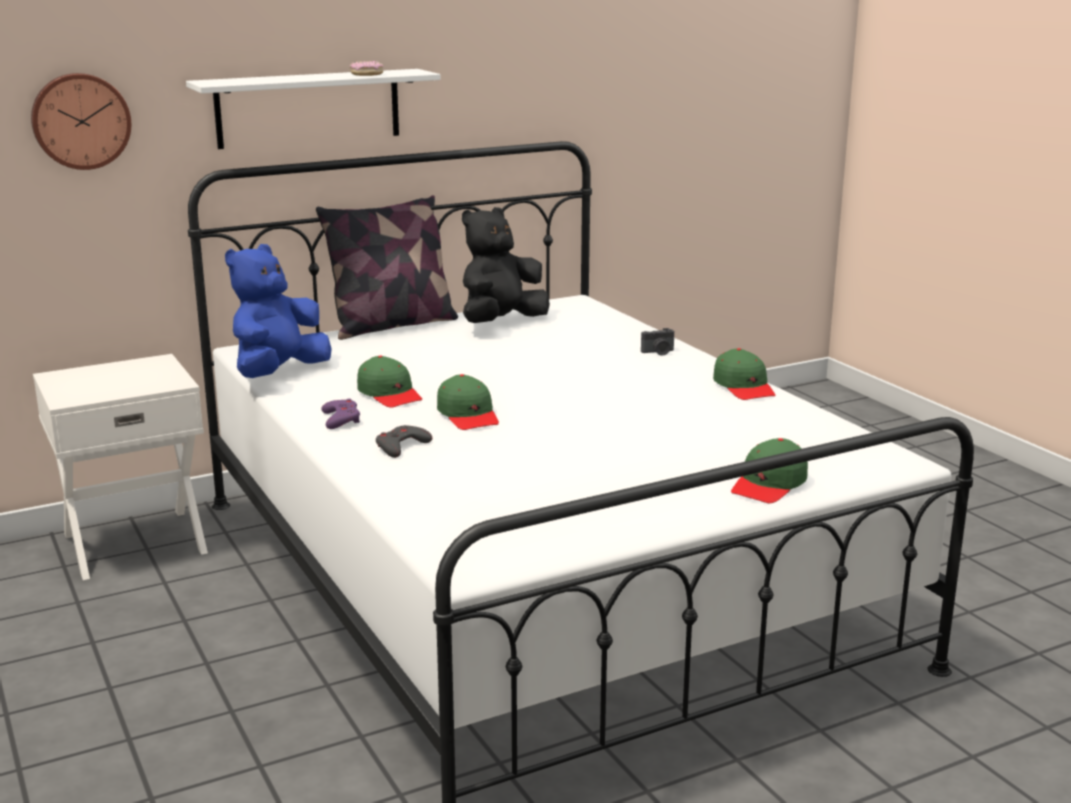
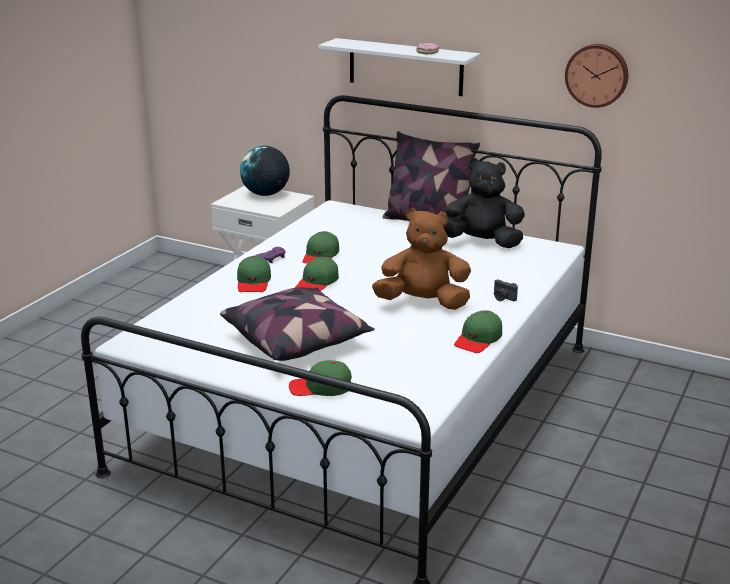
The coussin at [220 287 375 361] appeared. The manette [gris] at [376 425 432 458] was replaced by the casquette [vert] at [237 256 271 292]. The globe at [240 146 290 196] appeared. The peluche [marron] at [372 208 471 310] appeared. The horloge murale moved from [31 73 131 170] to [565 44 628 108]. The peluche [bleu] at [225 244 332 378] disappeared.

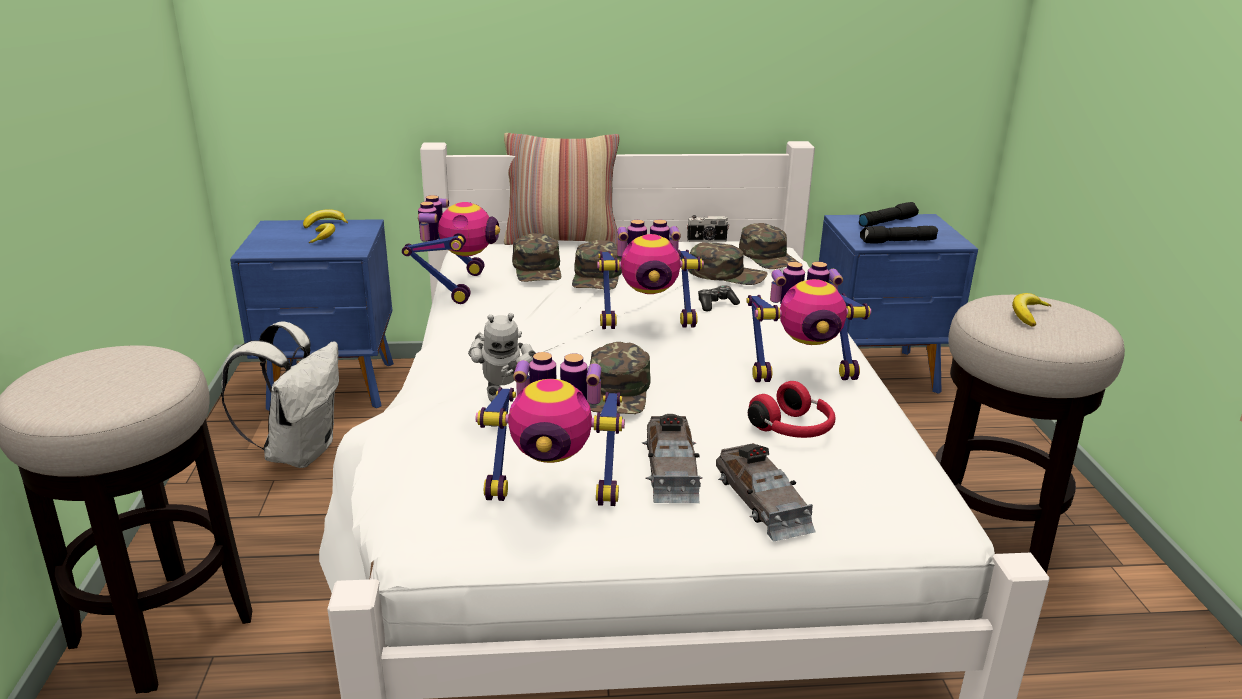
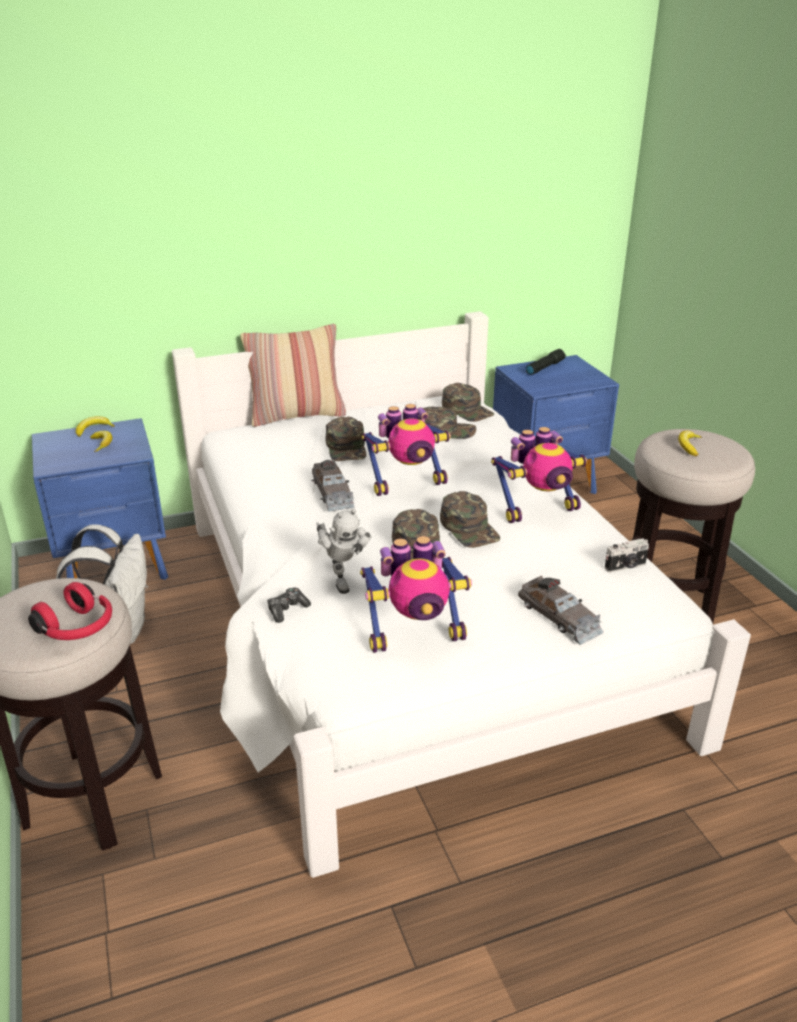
The casque audio [rouge] moved from [748 381 836 438] to [28 582 112 640]. The manette moved from [698 285 740 312] to [267 588 311 623]. The petite voiture [gris] moved from [642 414 702 503] to [311 460 355 512]. The casquette [vert] moved from [512 233 561 282] to [440 491 500 548]. The appareil photo moved from [687 215 729 242] to [604 538 649 573]. The robot jouet at [402 195 500 304] disappeared. The lampe de poche [noir] at [860 226 938 244] disappeared.

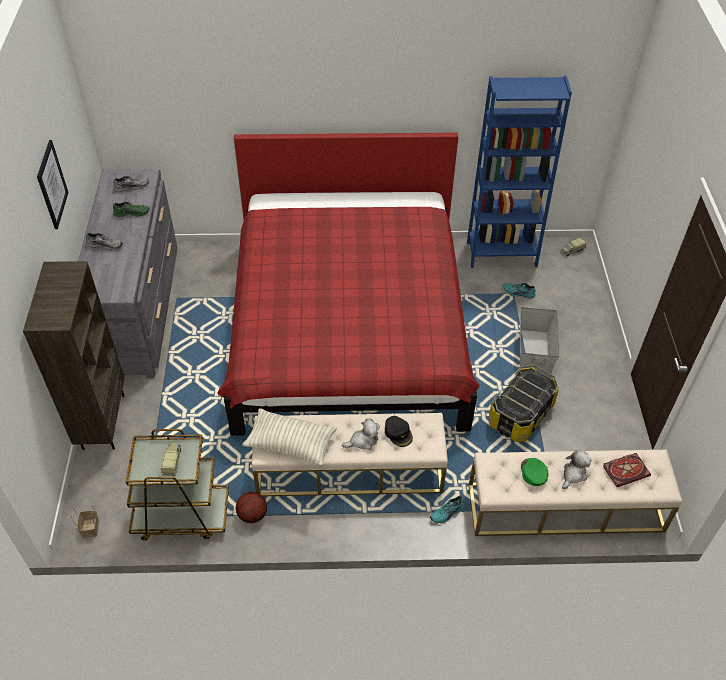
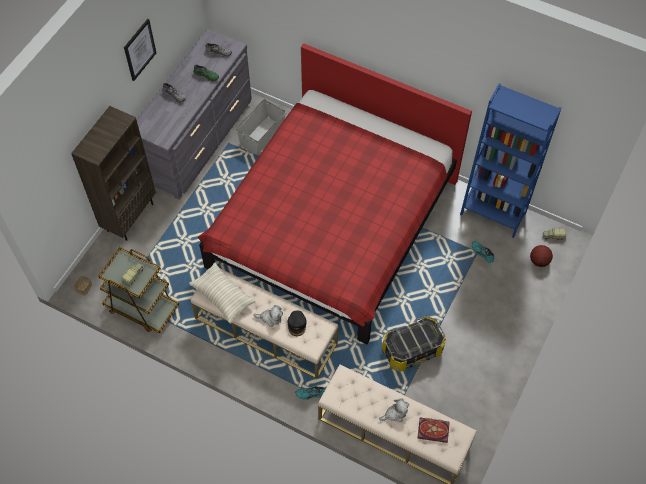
The boîte de rangement [gris] moved from [520 307 560 377] to [236 99 286 155]. The ballon de basket moved from [236 492 267 523] to [530 245 553 267]. The casquette [vert] at [521 458 549 486] disappeared.

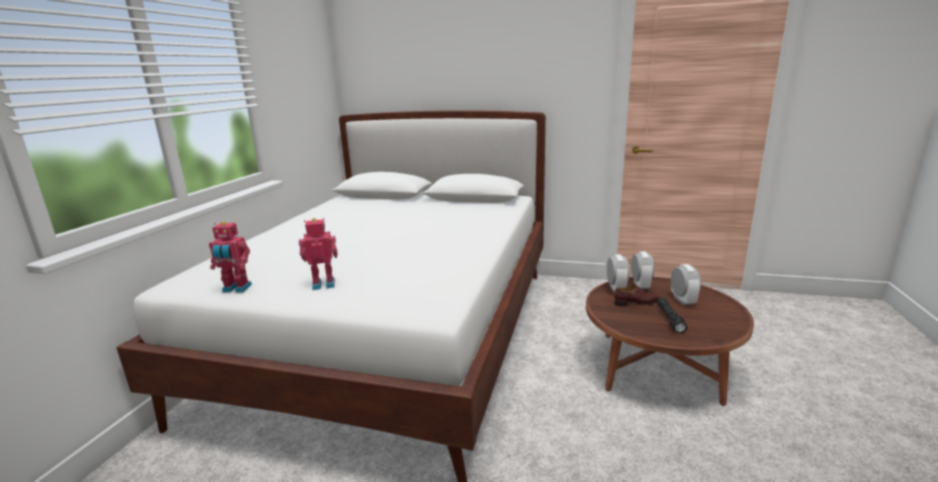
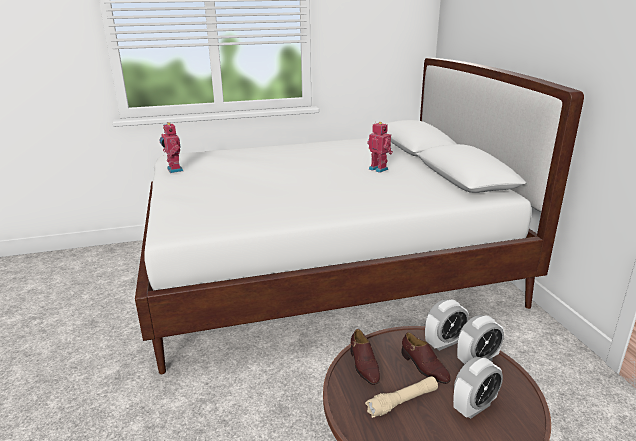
The chaussure [marron] at [350 329 380 385] appeared. The lampe de poche [noir] at [657 297 688 333] became the lampe de poche [beige] at [365 376 438 418]. The robot jouet moved from [299 218 338 290] to [368 121 393 173].

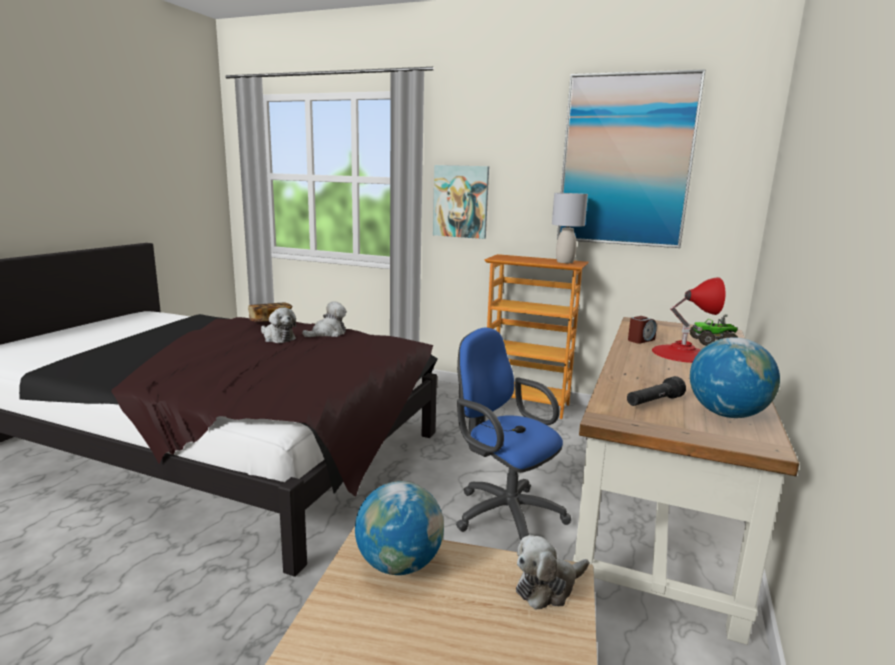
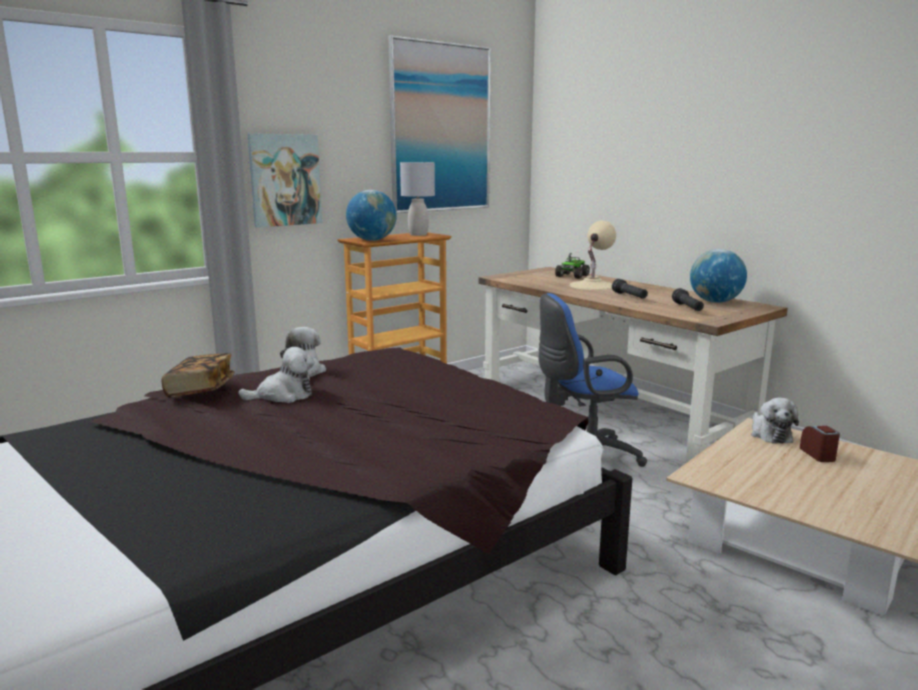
The globe moved from [355 481 444 575] to [346 190 397 241]. The lampe de table [rouge] at [652 277 725 363] became the lampe de table [beige] at [569 221 616 290]. The lampe de poche [noir] at [612 279 648 299] appeared. The réveil moved from [628 316 657 344] to [800 426 840 462].

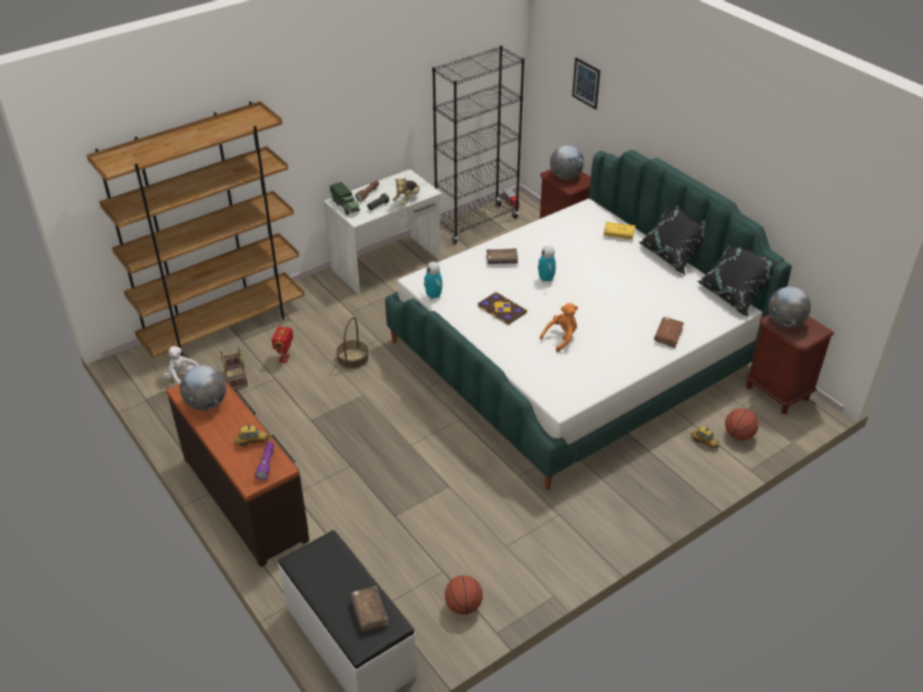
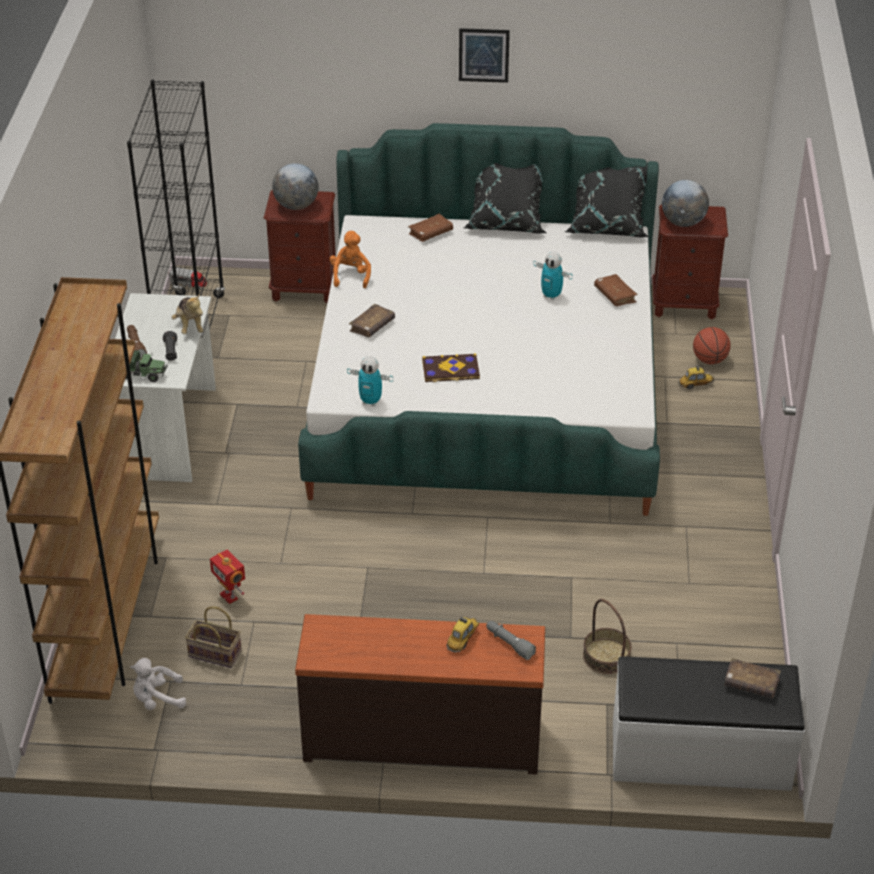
The peluche [orange] moved from [540 303 578 352] to [329 231 371 288]. The livre [jaune] at [604 222 636 239] became the livre [marron] at [408 214 453 242]. The tableau moved from [572 57 600 110] to [459 28 510 83]. The lampe de poche [violet] at [255 442 274 480] became the lampe de poche [gris] at [486 621 536 660]. The robot jouet moved from [538 245 556 283] to [533 252 573 300]. The panier moved from [336 317 369 369] to [583 599 632 674]. The globe at [180 365 226 410] disappeared. The ballon de basket at [445 575 483 615] disappeared.

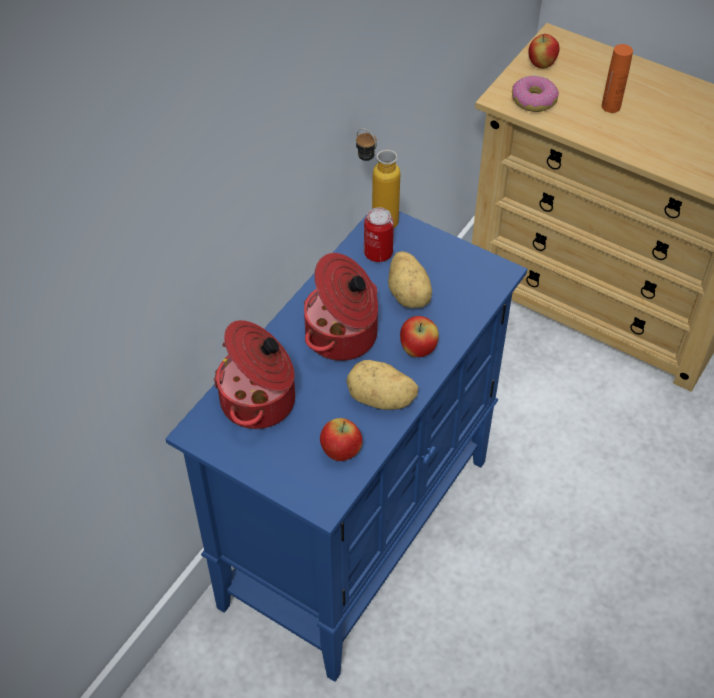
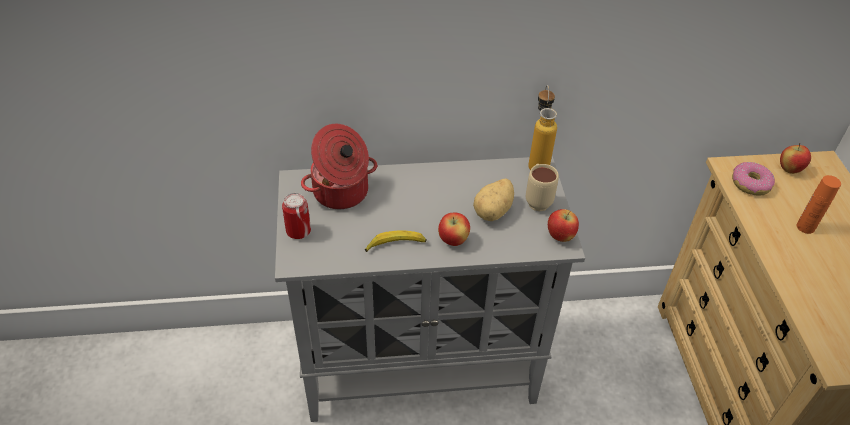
The meuble de rangement [bleu] at [166 211 527 682] became the meuble de rangement [gris] at [275 156 585 422]. The boîte métallique moved from [364 207 394 262] to [282 193 311 239]. The pomme de terre at [346 360 418 410] was replaced by the banane at [365 230 427 252]. The mug [beige] at [526 164 559 211] appeared. The pomme moved from [320 418 363 461] to [548 209 579 242]. The marmite at [304 253 378 361] disappeared.

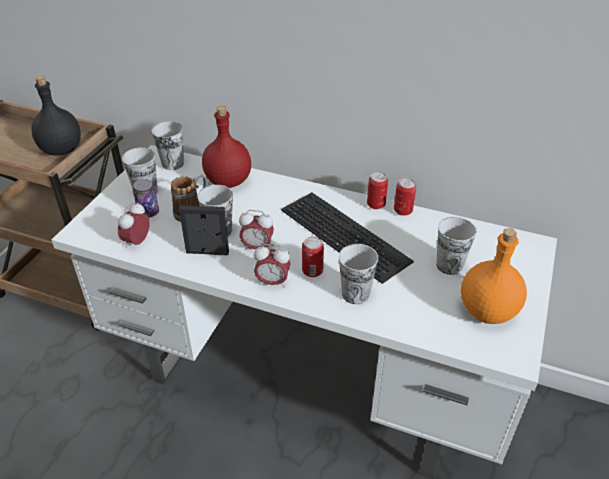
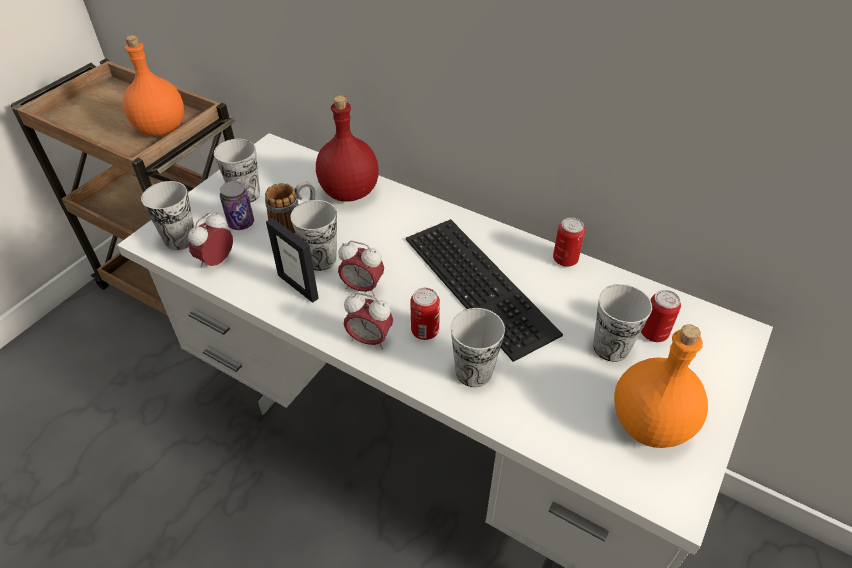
The bouteille [noir] at [32 76 81 156] became the bouteille [orange] at [123 35 184 136]. The tasse moved from [152 121 184 170] to [141 181 194 250]. The cadre photo at [179 206 229 255] turned 150 degrees counterclockwise. The boîte métallique moved from [367 172 388 209] to [641 290 681 342].

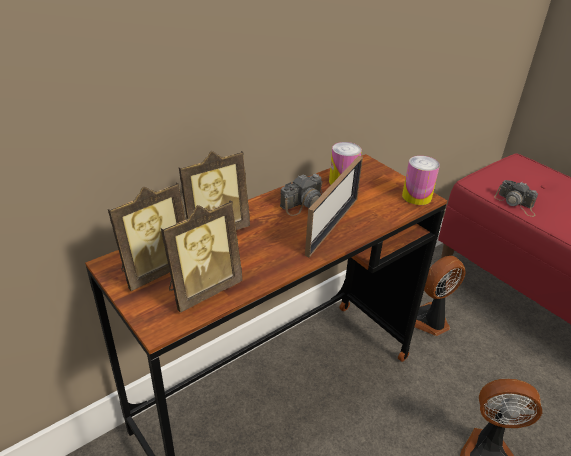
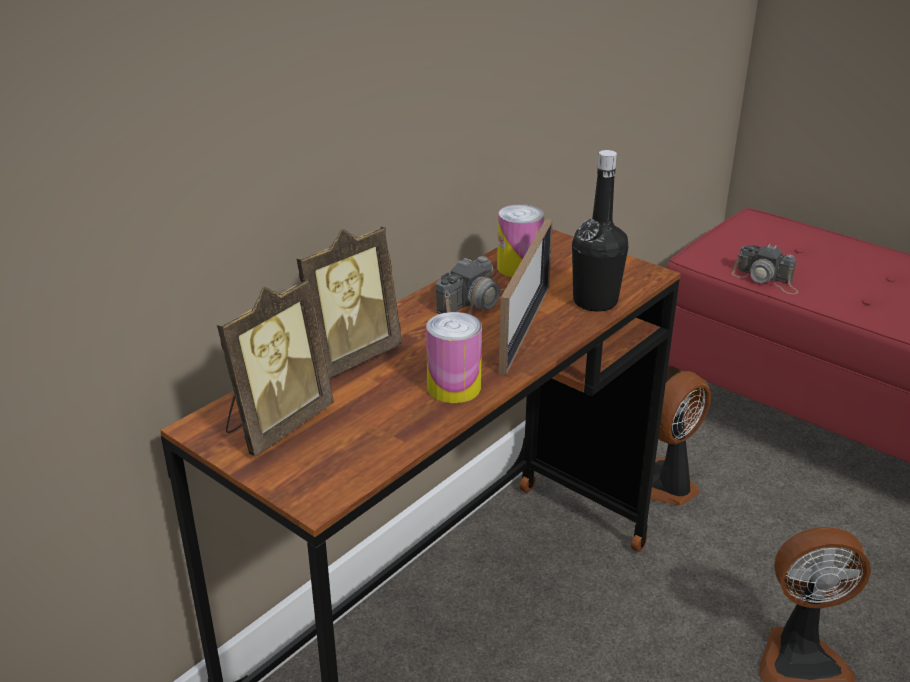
The boîte métallique moved from [402 156 440 205] to [426 312 482 403]. The bouteille [noir] at [572 150 628 312] appeared. The cadre photo at [161 200 243 313] disappeared.

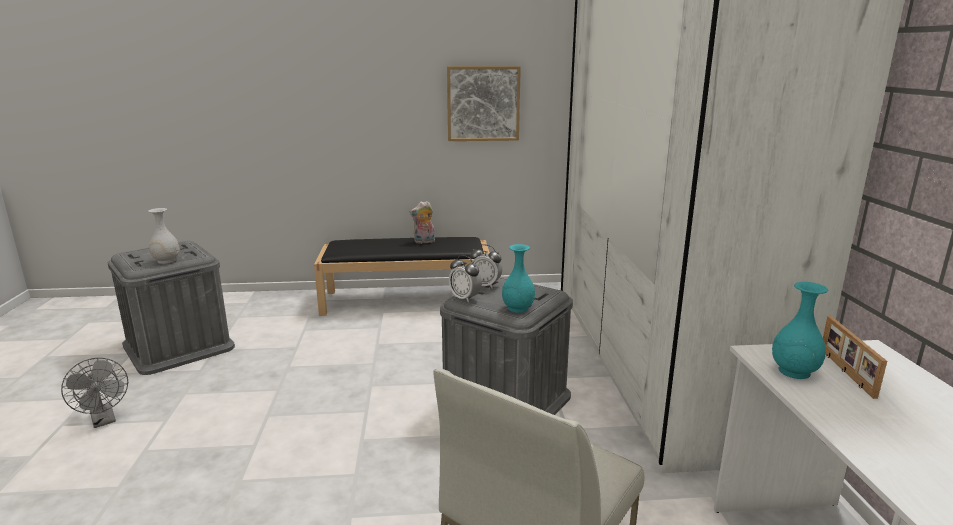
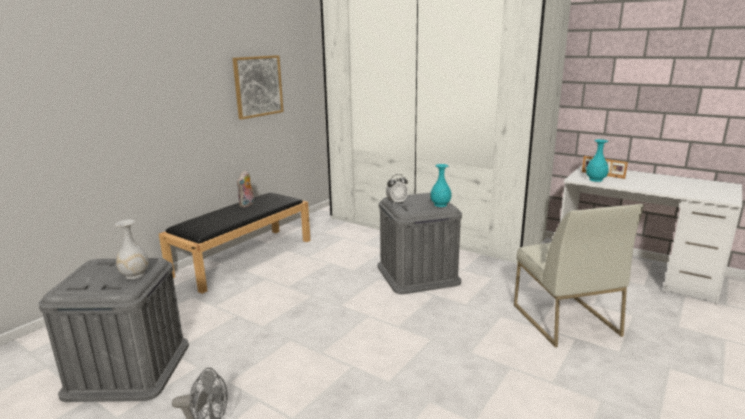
The réveil at [449 255 482 303] disappeared.

